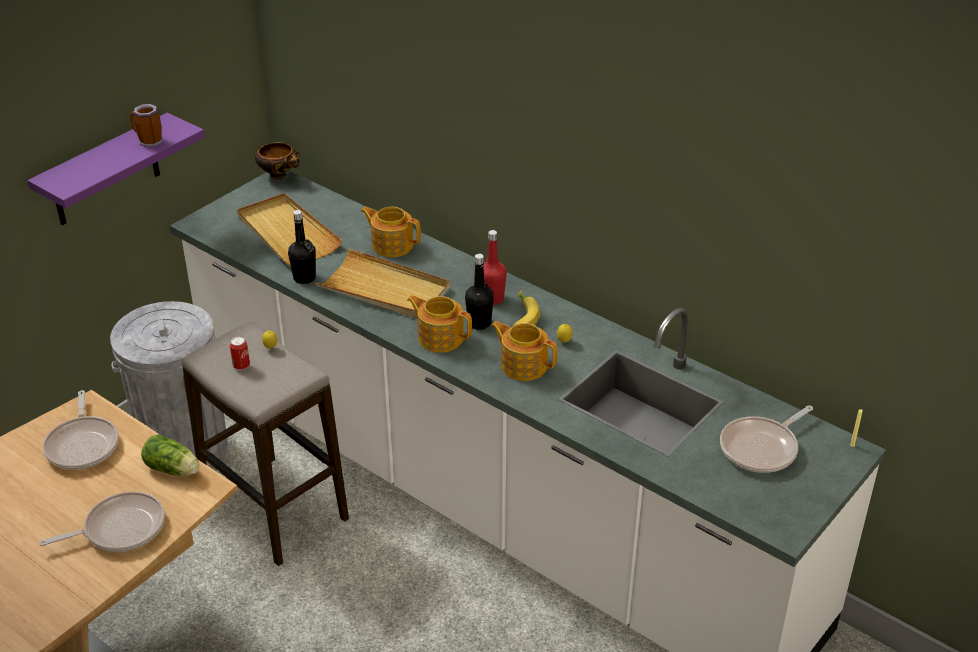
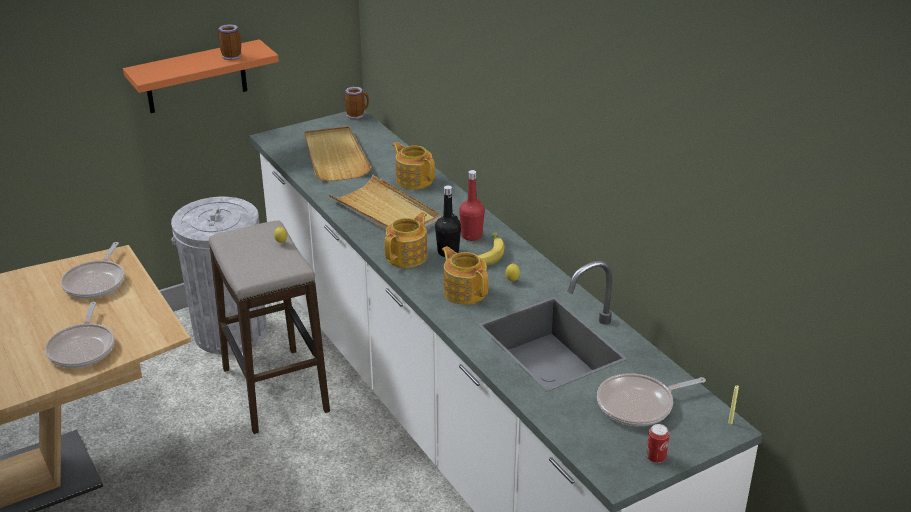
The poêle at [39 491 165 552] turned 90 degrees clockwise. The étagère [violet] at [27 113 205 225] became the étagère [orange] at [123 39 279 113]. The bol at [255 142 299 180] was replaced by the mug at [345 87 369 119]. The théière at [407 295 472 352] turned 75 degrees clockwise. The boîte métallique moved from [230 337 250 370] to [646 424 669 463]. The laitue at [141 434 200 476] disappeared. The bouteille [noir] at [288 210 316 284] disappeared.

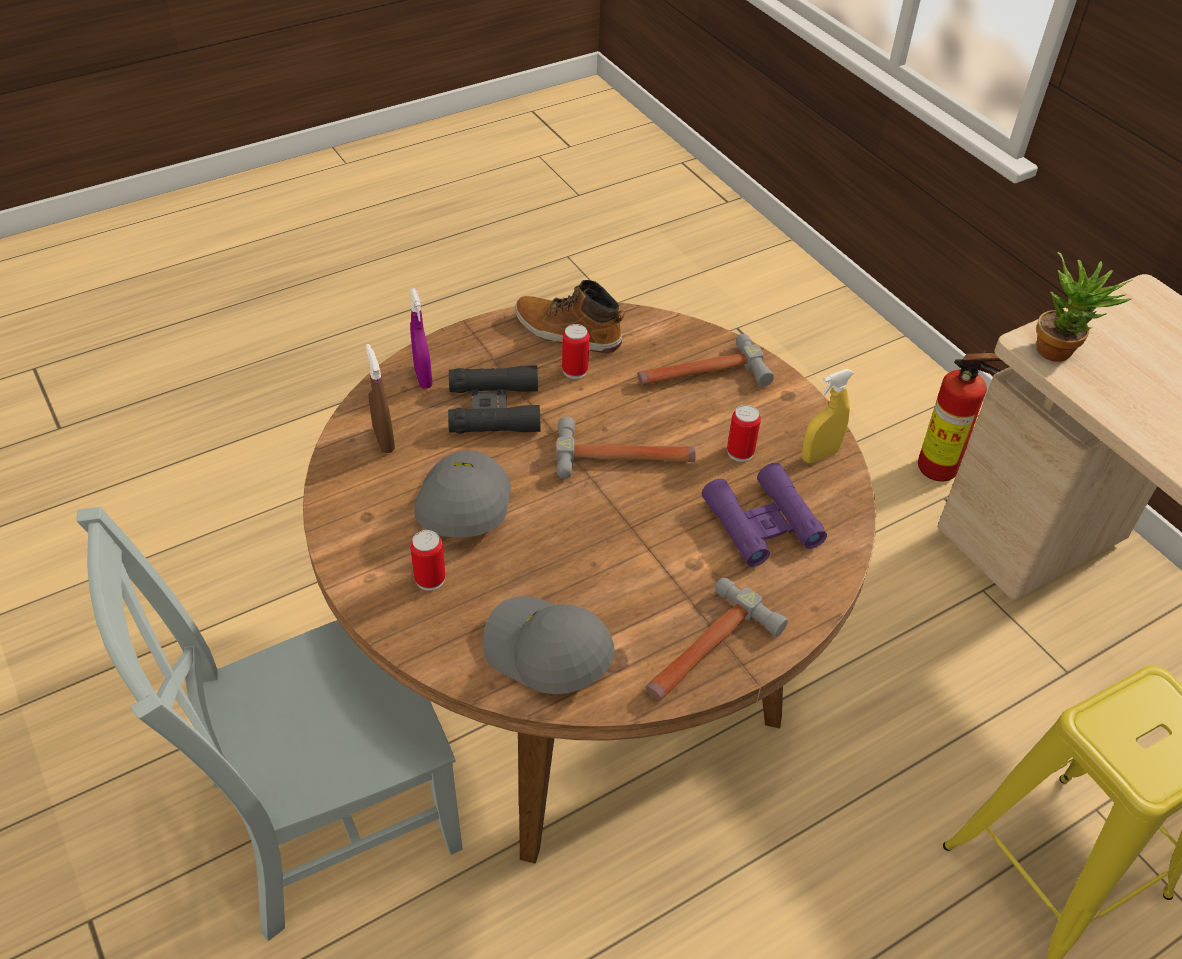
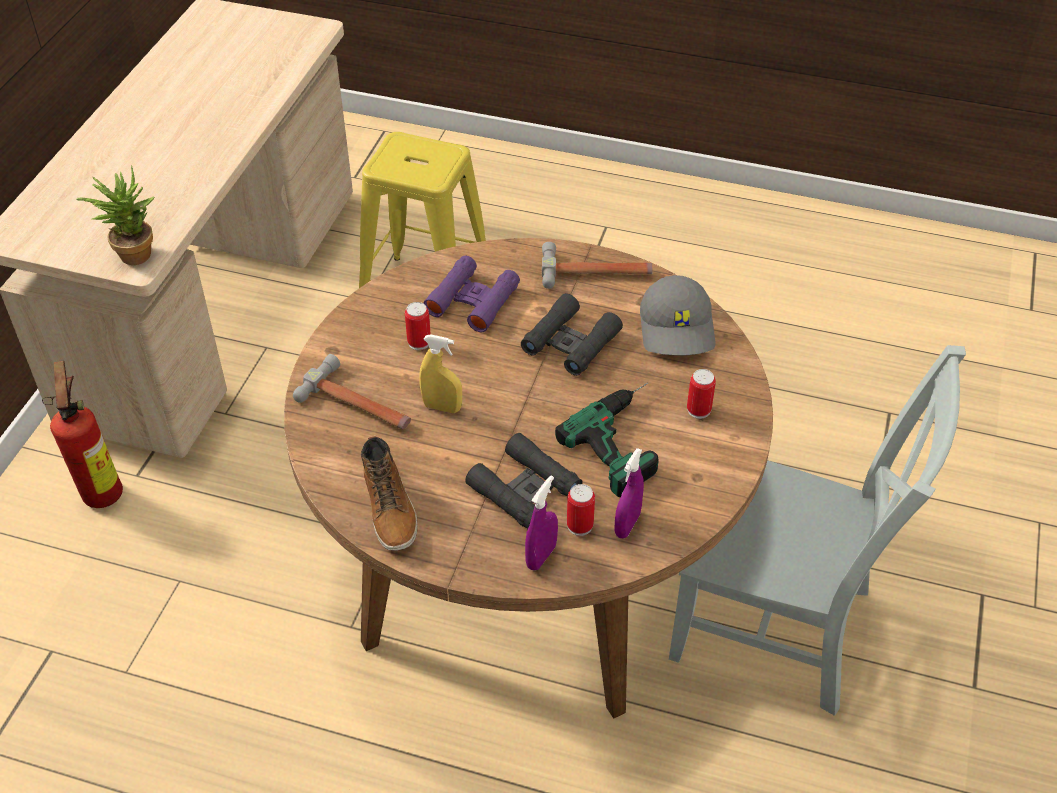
The vaporisateur [jaune] moved from [802 369 854 463] to [419 334 462 413]. The jumelles [noir] at [521 294 623 376] appeared. The casquette [gris] at [415 450 511 537] was replaced by the perceuse at [555 383 659 497]. The boîte métallique moved from [562 324 589 379] to [567 484 595 536]. The vaporisateur [marron] at [366 344 395 453] became the vaporisateur [violet] at [614 448 644 538]. The marteau at [556 417 696 479] disappeared.

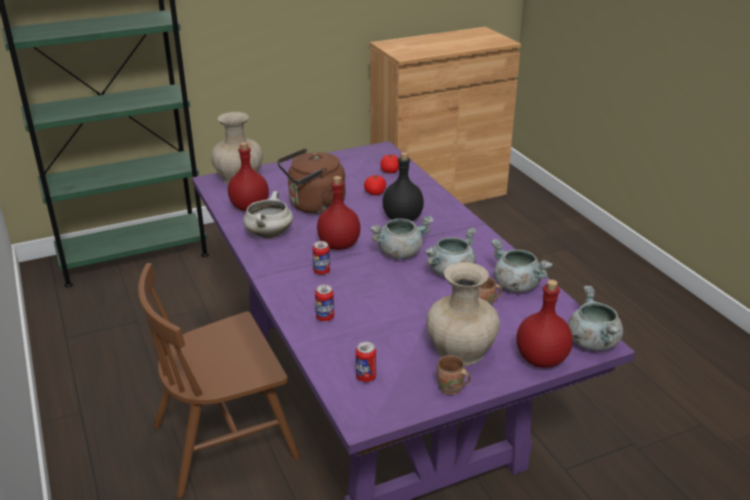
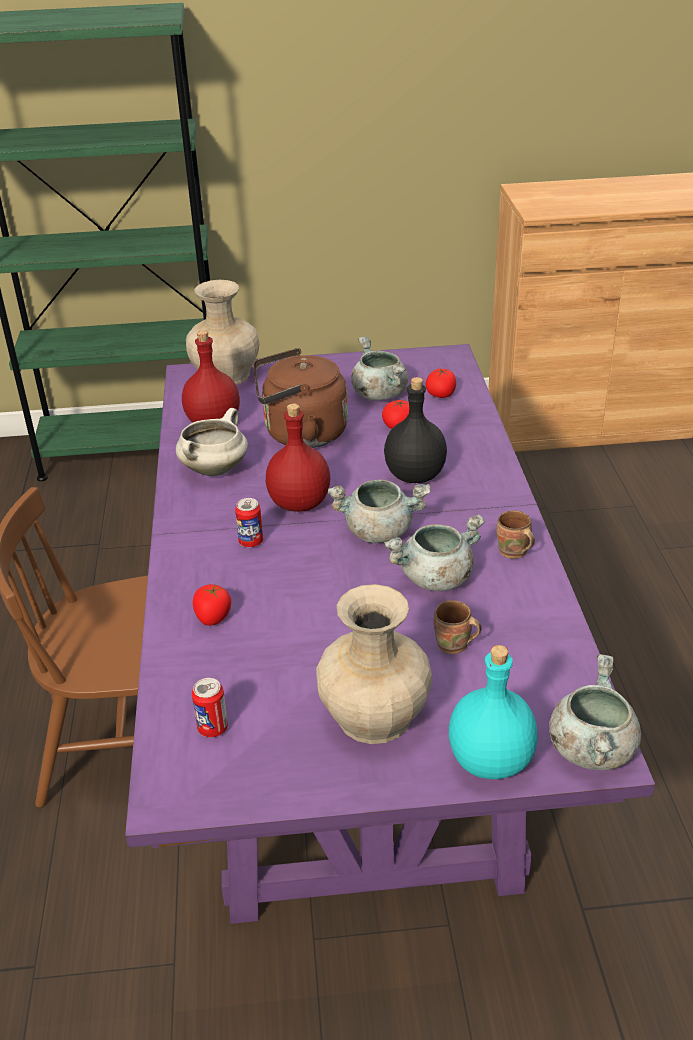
The boîte métallique at [315 285 334 321] was replaced by the tomate at [193 583 231 626]. The marmite [gris] moved from [491 239 553 292] to [351 337 408 401]. The bouteille [rouge] at [516 280 573 368] became the bouteille [turquoise] at [449 645 538 779]. The mug [marron] moved from [437 355 470 395] to [496 510 535 559].

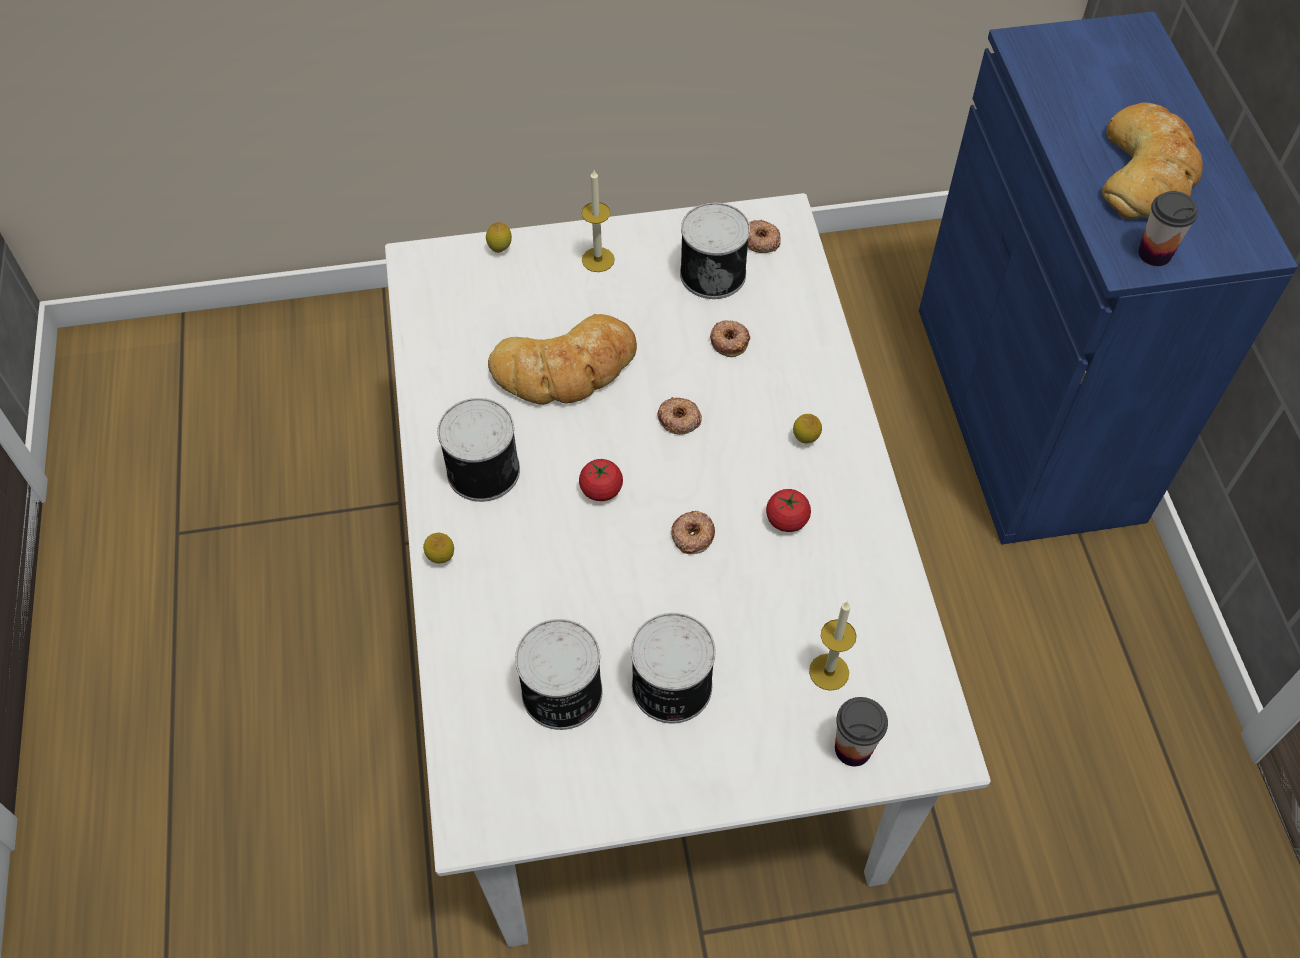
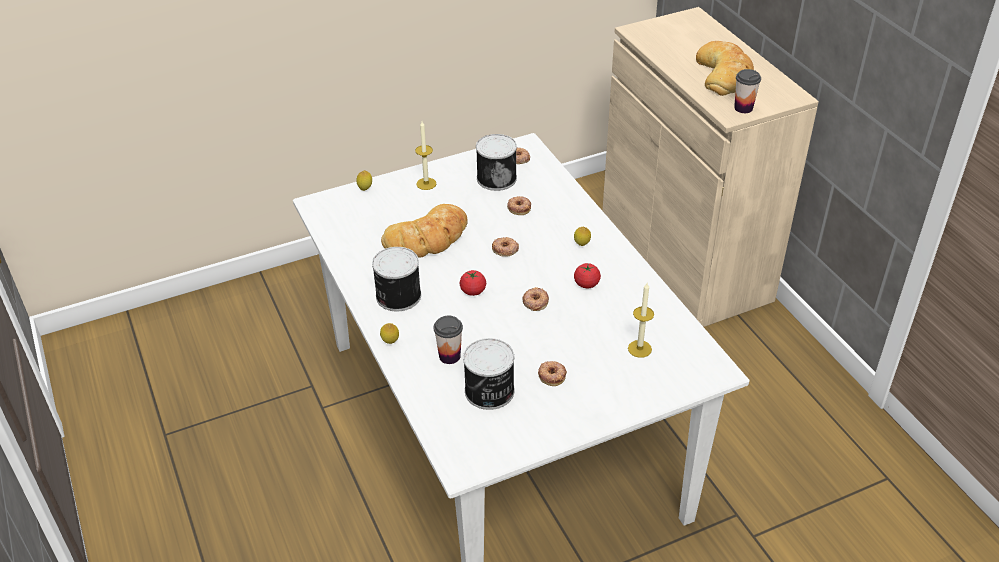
The tasse moved from [835 697 888 766] to [434 316 463 364]. The boîte métallique at [631 613 716 724] was replaced by the beignet at [538 361 567 386]. The meuble de rangement [bleu] at [919 11 1298 545] became the meuble de rangement [beige] at [602 7 819 327].

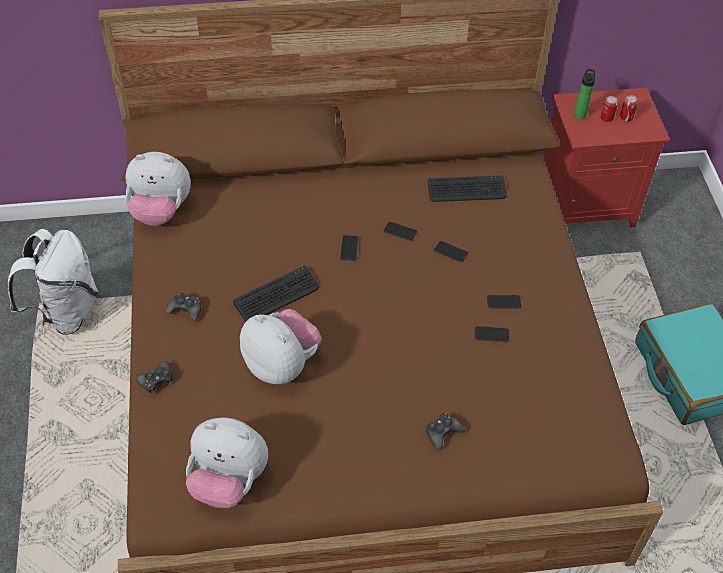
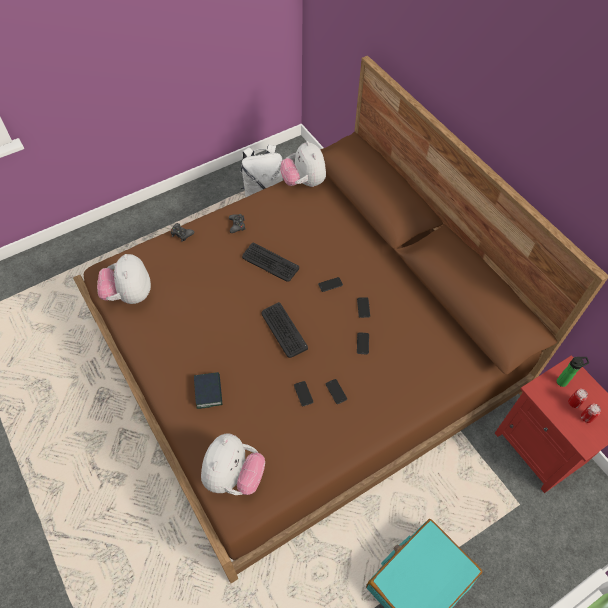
The manette [noir] at [426 413 465 450] was replaced by the livre at [194 372 222 409]. The peluche moved from [240 309 322 384] to [201 433 265 495]. The clavier moved from [428 175 507 202] to [261 302 308 358].

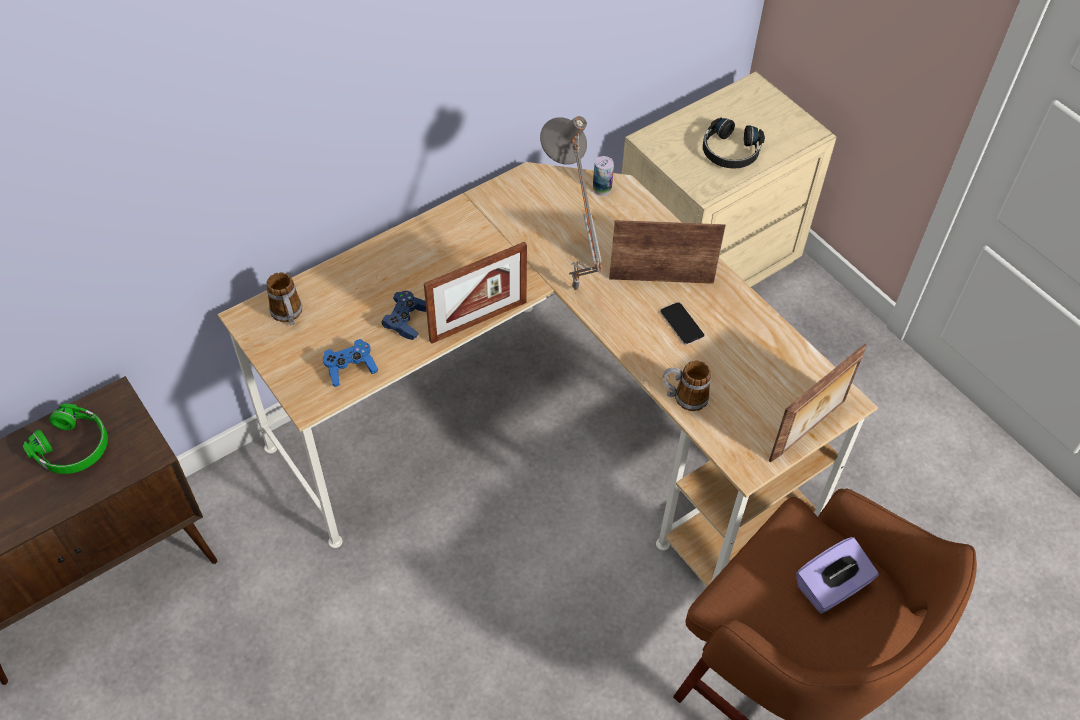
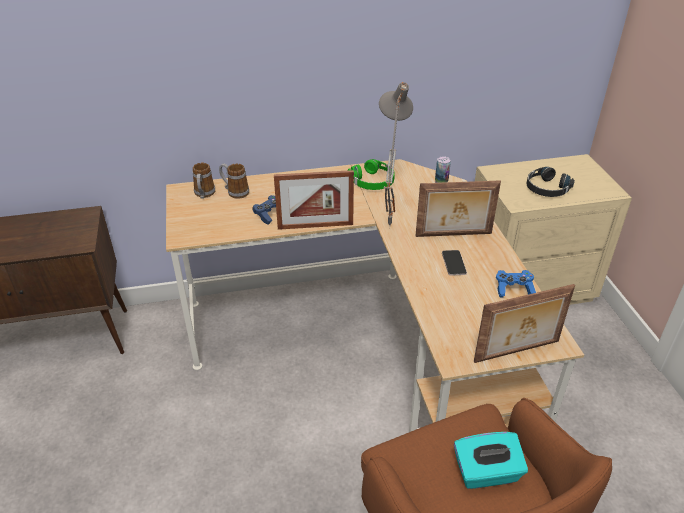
The mug moved from [663 360 711 411] to [219 163 249 199]. The casque audio [vert] moved from [23 404 108 474] to [347 159 395 190]. The cadre photo at [609 220 725 284] turned 150 degrees clockwise. The boîte à mouchoirs [violet] at [796 537 879 614] became the boîte à mouchoirs [turquoise] at [454 432 528 489]. The manette [bleu] moved from [323 339 378 387] to [496 270 536 297].

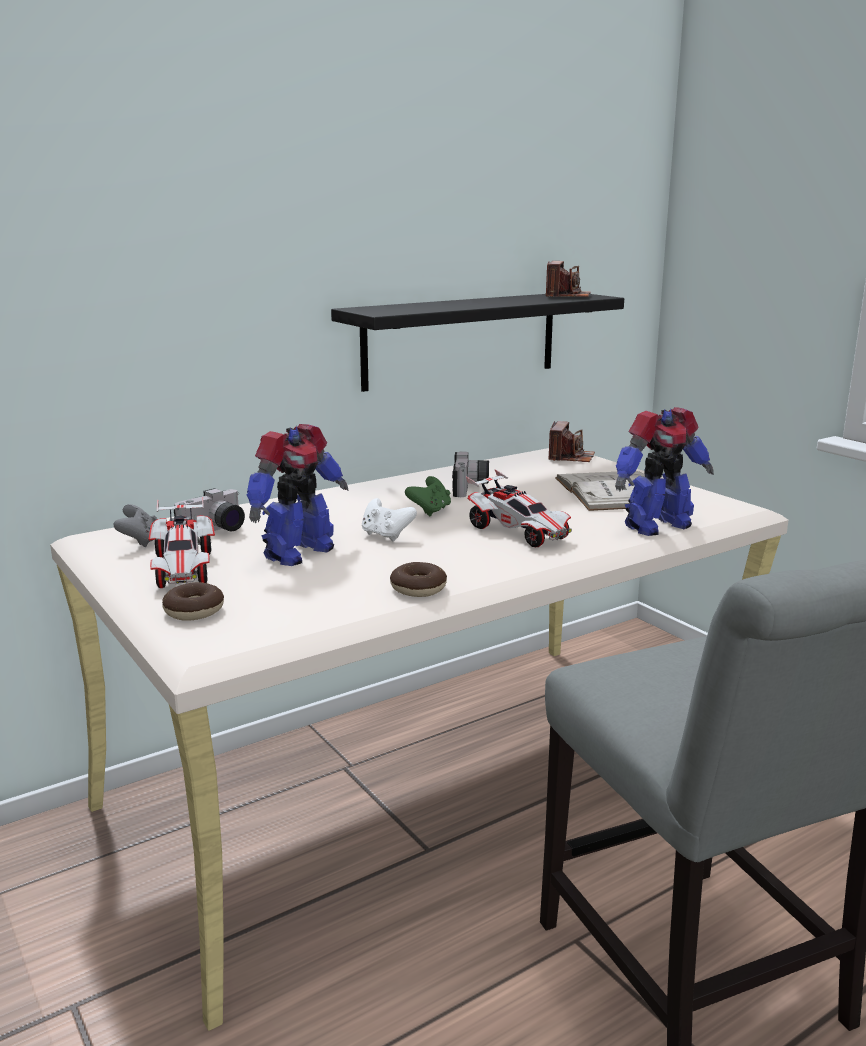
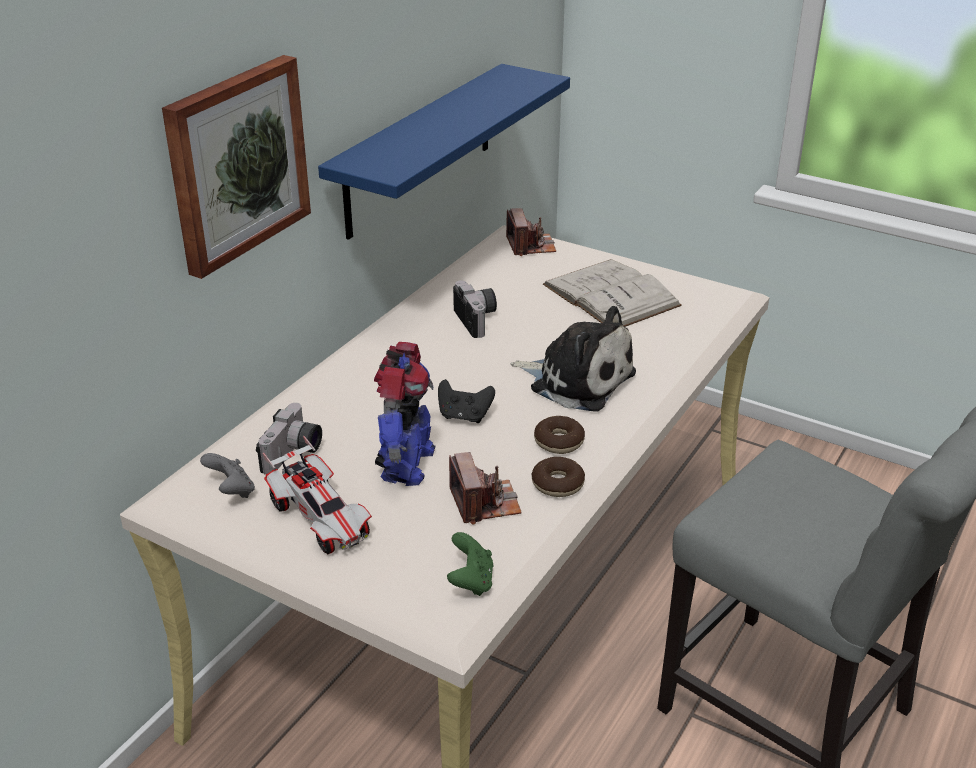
The tableau at [162 55 311 279] appeared. The étagère [noir] at [331 294 624 392] became the étagère [bleu] at [318 64 570 240]. The manette [blanc] at [362 498 417 542] became the manette [noir] at [438 379 495 423]. The manette [vert] moved from [405 476 451 516] to [447 532 493 596]. The appareil photo moved from [546 261 591 297] to [449 452 522 525]. The petite voiture at [466 469 572 547] was replaced by the peluche at [511 306 636 411]. The beignet moved from [162 582 224 621] to [534 416 585 454]. The robot jouet at [615 407 714 536] disappeared.

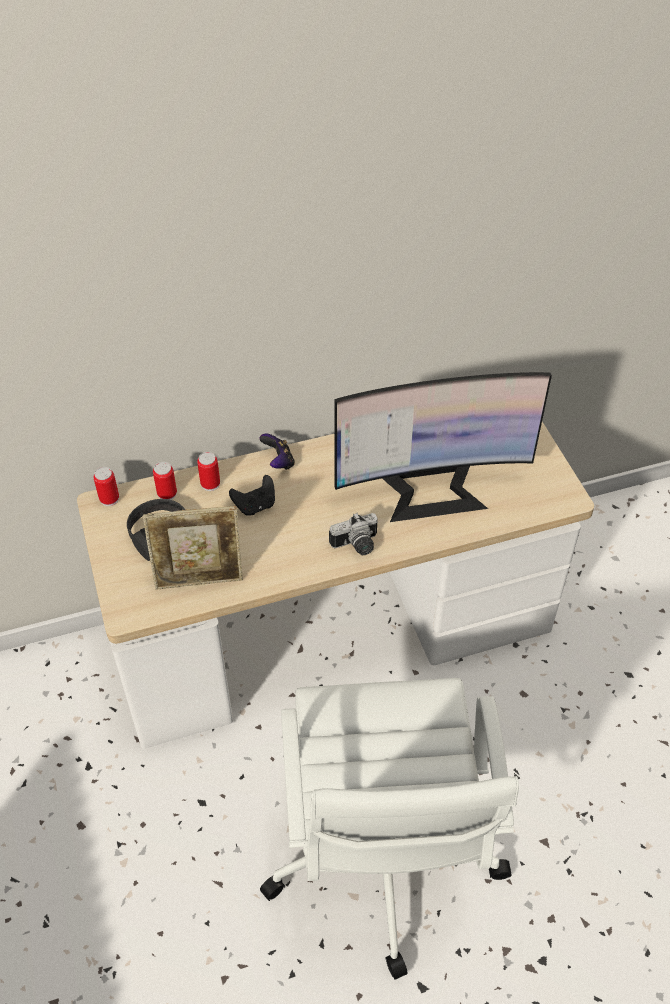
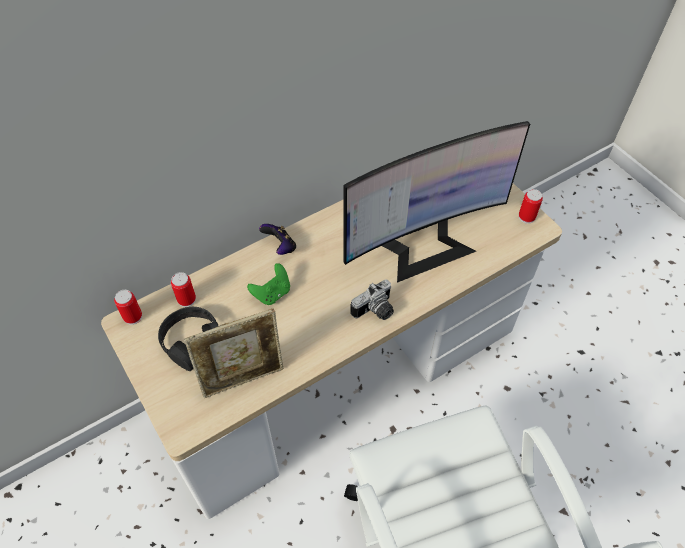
The manette [noir] at [229 475 275 516] became the manette [vert] at [247 263 290 305]. The boîte métallique moved from [197 452 220 491] to [519 189 543 224].

